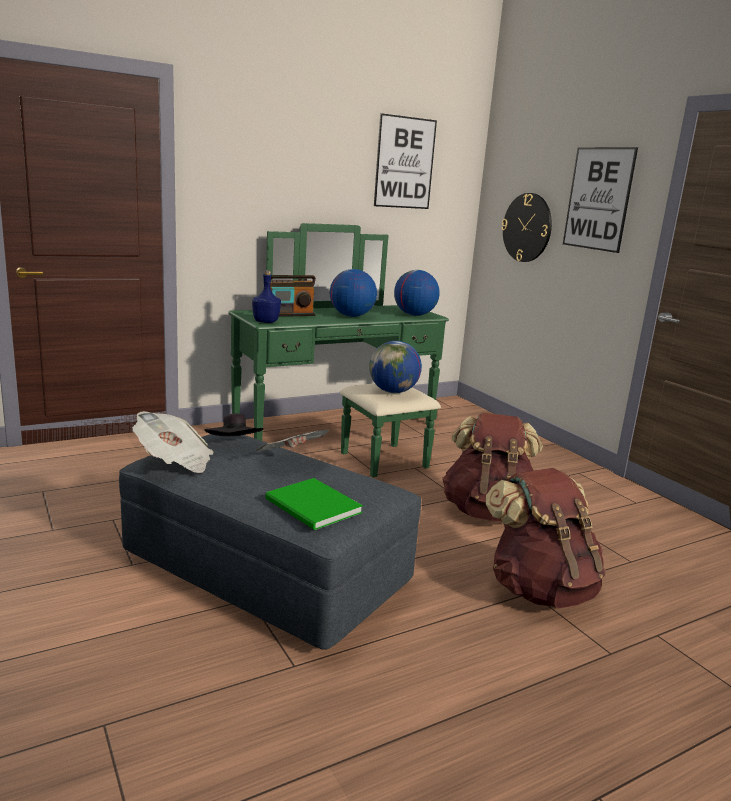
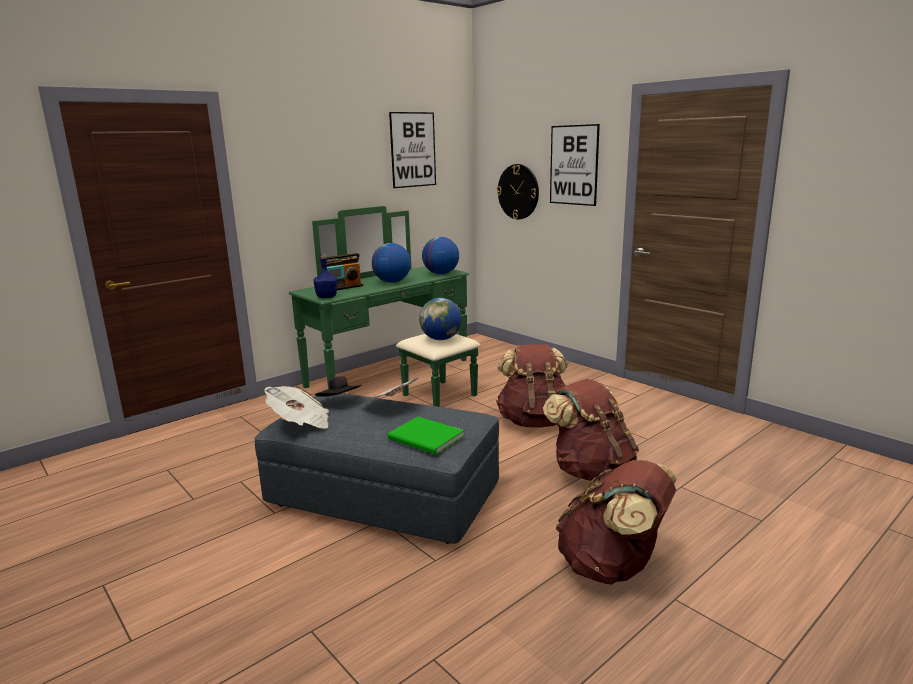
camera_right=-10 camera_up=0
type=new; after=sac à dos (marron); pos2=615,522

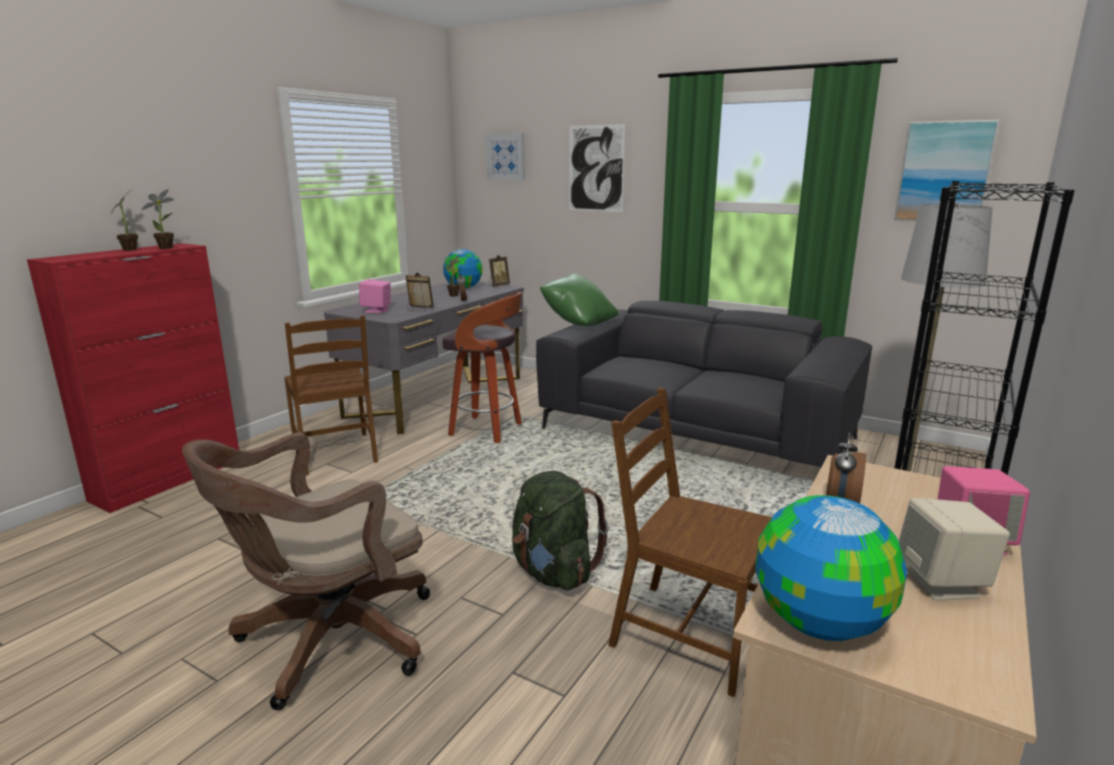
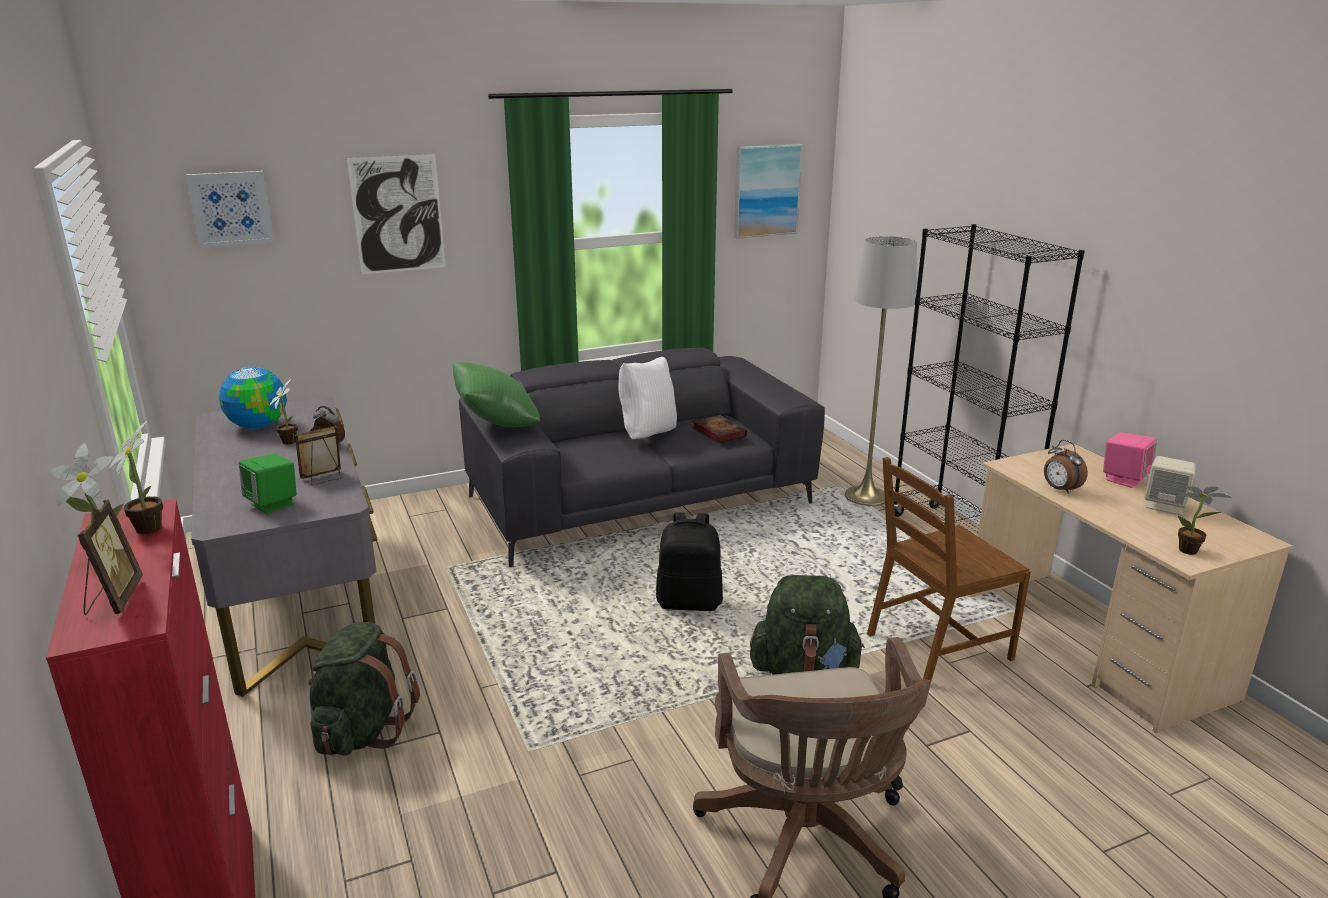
camera_right=-55 camera_up=5
type=shifted; before=cadre photo; pos1=499,271; pos2=110,557
type=repainted; before=enceinte (rose); after=enceinte (vert); pos1=374,296; pos2=268,484
type=swapped; before=chaise (marron); after=sac à dos (vert); pos1=331,395; pos2=364,689
type=new; after=coussin (blanc); pos2=648,398
type=new; after=sac à dos (noir); pos2=689,561
type=new; after=livre; pos2=719,429
type=swapped; before=globe; after=plante en pot; pos1=831,568; pos2=1204,520
type=gone; before=tabouret; pos1=482,367

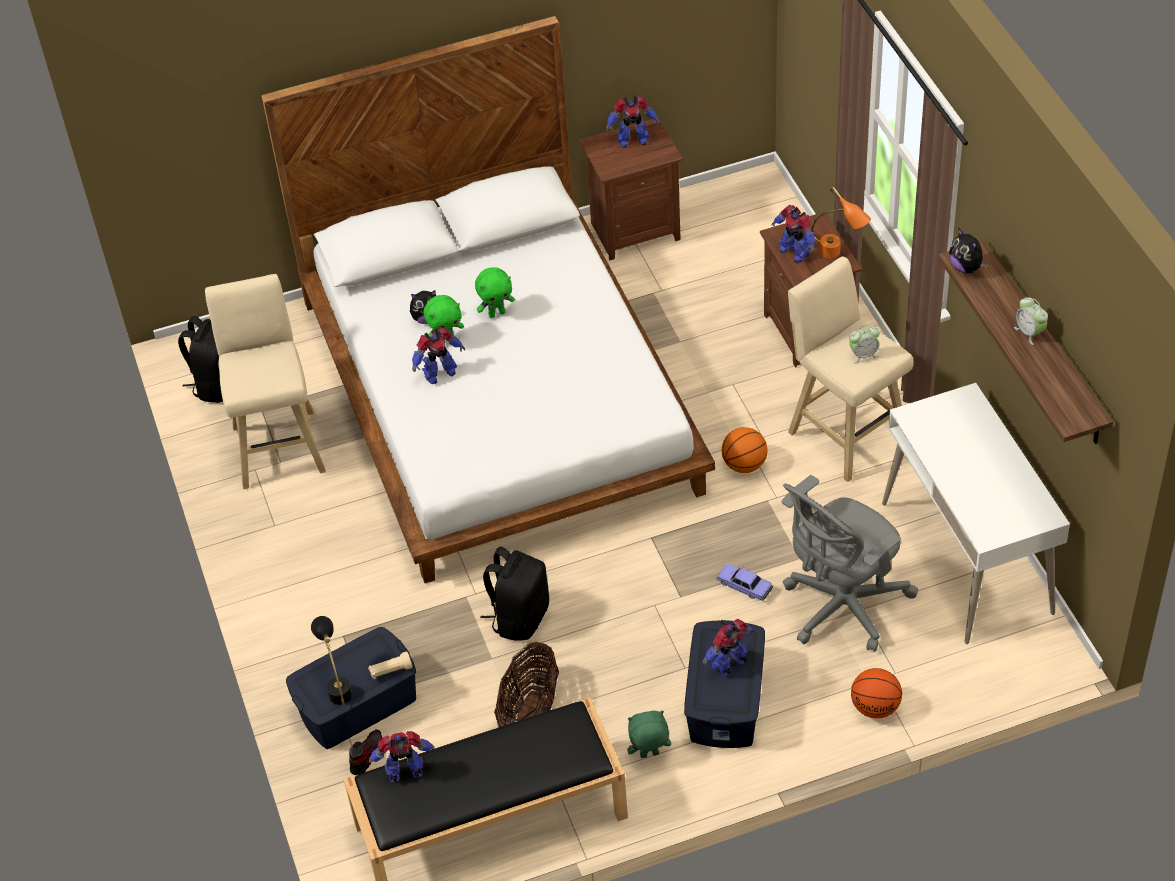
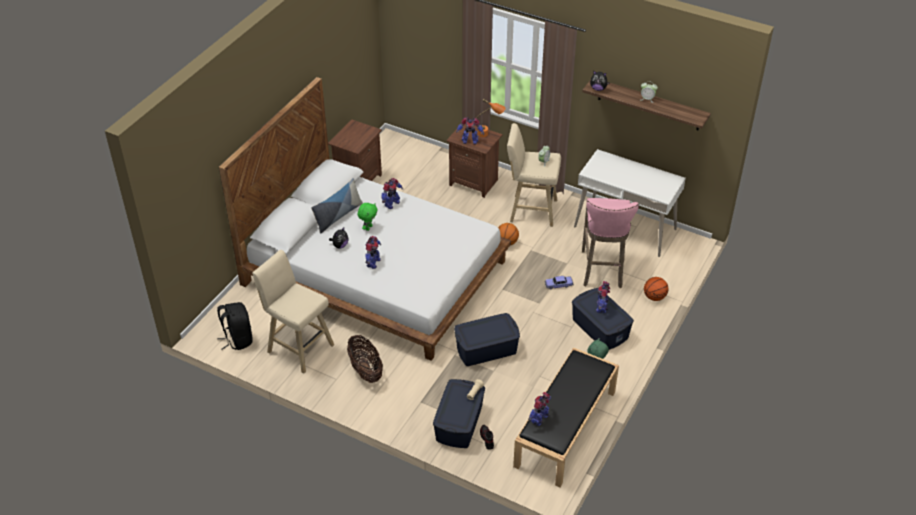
camera_right=-45 camera_up=-5
type=new; after=coussin; pos2=337,205
type=shifted; before=panier; pos1=526,685; pos2=365,359
type=shifted; before=robot jouet; pos1=632,122; pos2=392,193
type=swapped; before=sac à dos (noir); after=boîte de rangement (bleu); pos1=514,594; pos2=487,339
type=swapped; before=chaise de bureau (gris); after=tabouret (rose); pos1=850,563; pos2=610,243
type=gone; before=lampe de table (noir); pos1=331,661
type=gone; before=peluche (vert); pos1=443,318

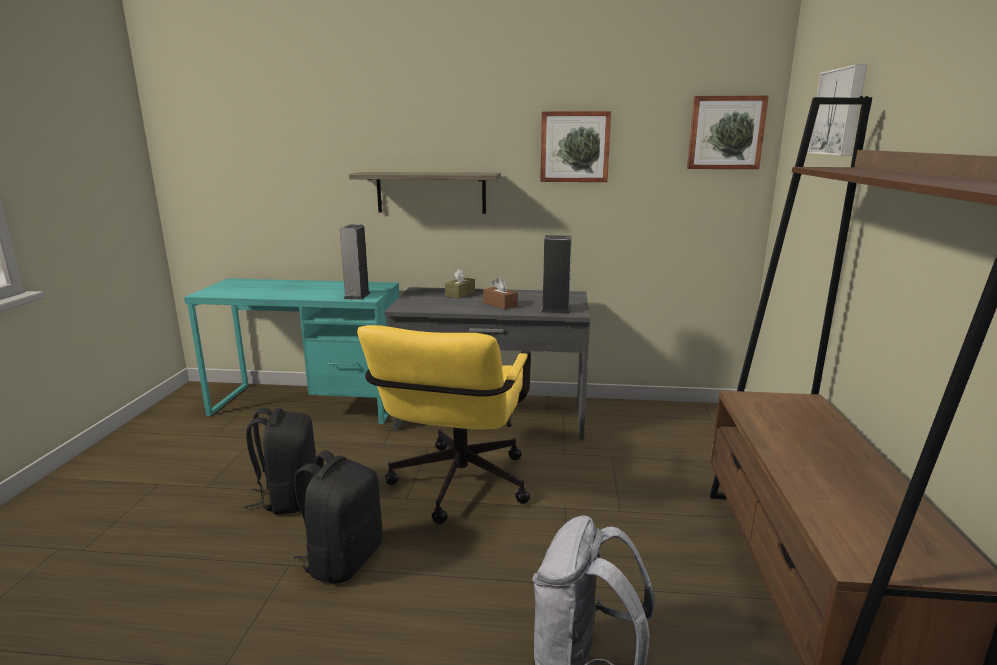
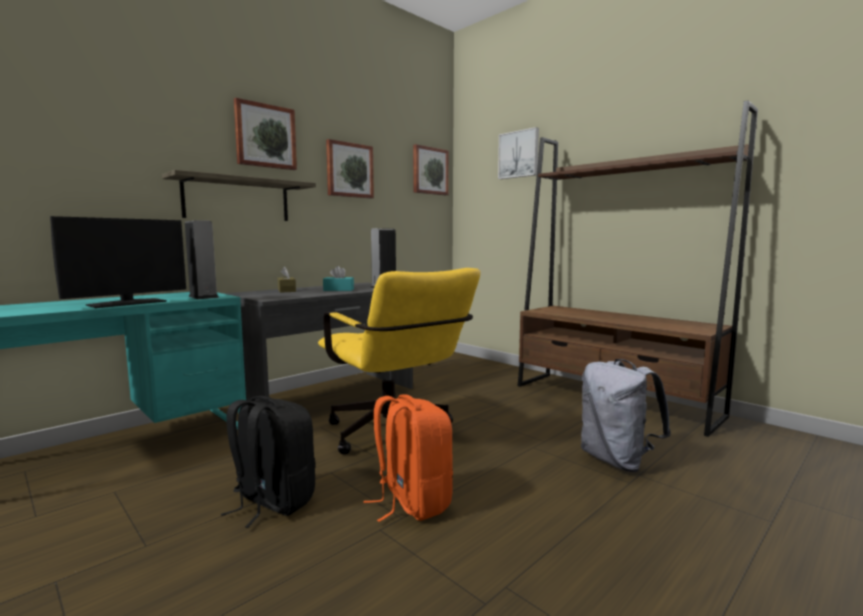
camera_right=-50 camera_up=-10
type=new; after=écran d'ordinateur; pos2=118,262
type=new; after=tableau; pos2=265,134
type=repainted; before=boîte à mouchoirs (marron); after=boîte à mouchoirs (turquoise); pos1=500,293; pos2=338,278
type=repainted; before=sac à dos (noir); after=sac à dos (orange); pos1=337,516; pos2=408,458

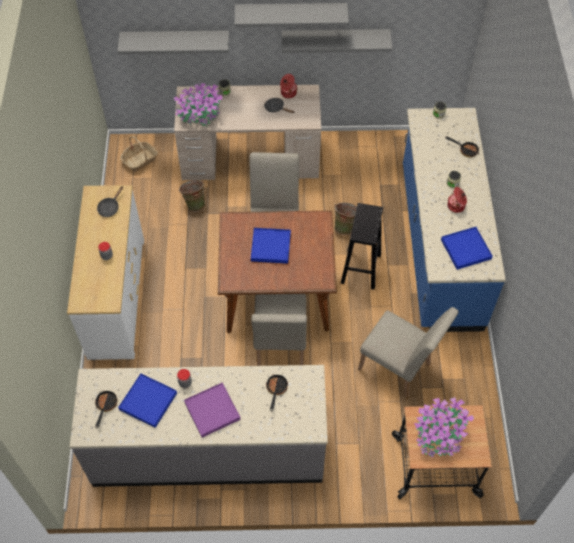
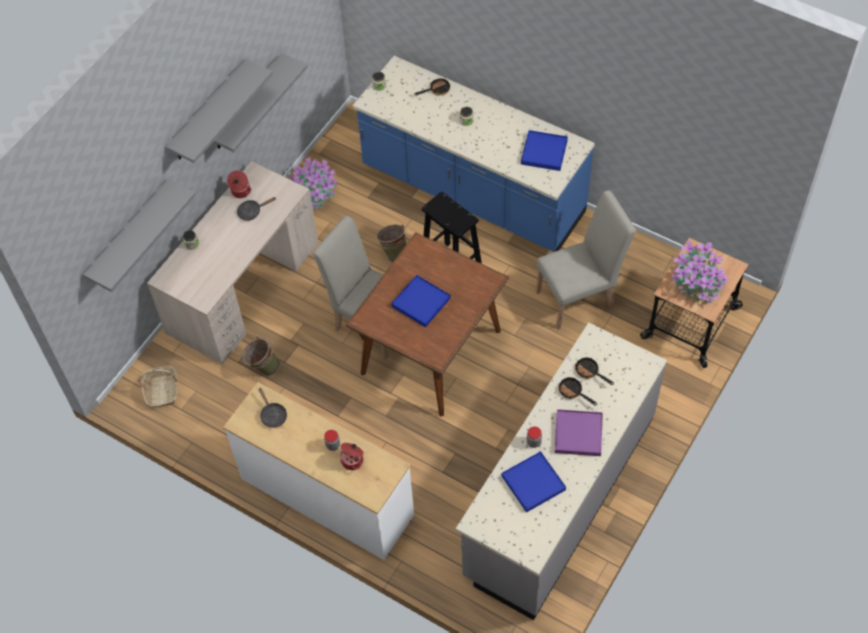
camera_right=-55 camera_up=0
type=shifted; before=plante en pot; pos1=198,105; pos2=313,183
type=shifted; before=marmite; pos1=457,200; pos2=352,456
type=shifted; before=poêle; pos1=106,408; pos2=577,391
type=gone; before=chaise (beige); pos1=279,330

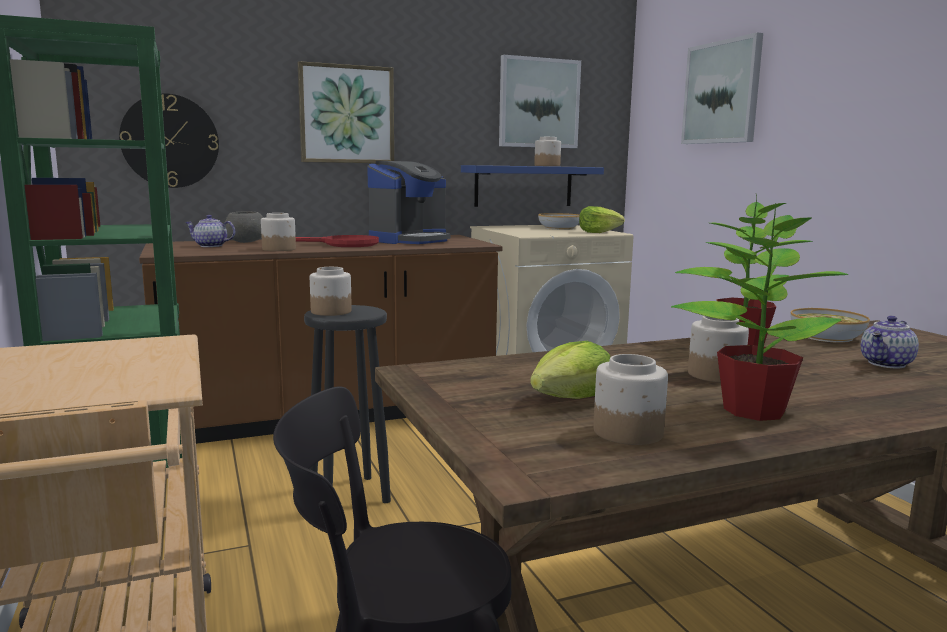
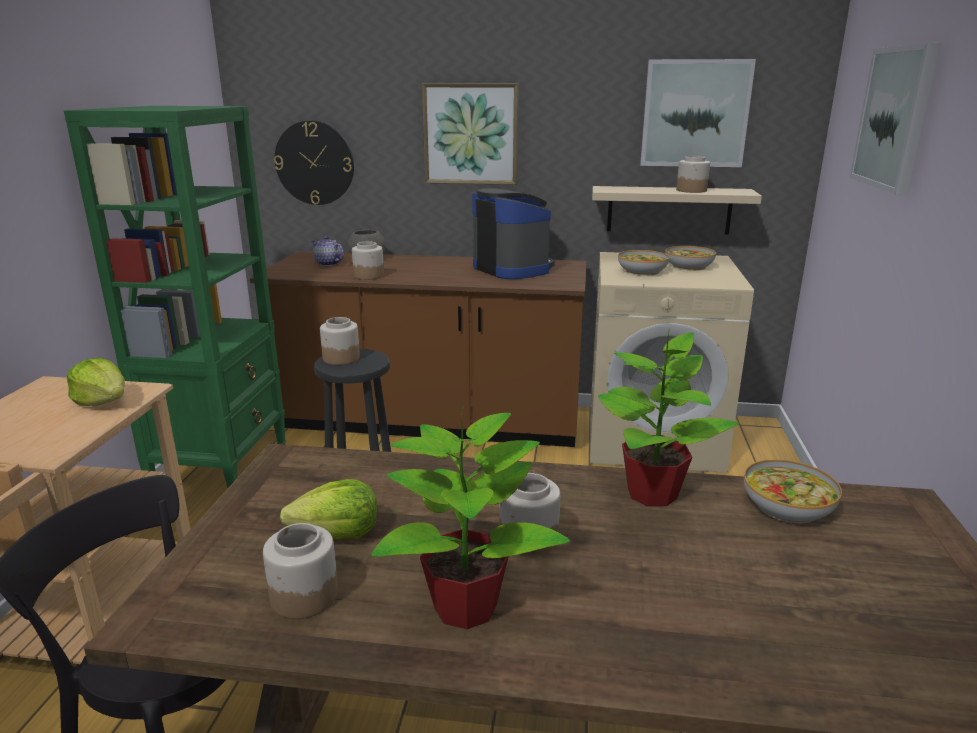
camera_right=30 camera_up=10
type=shifted; before=laitue; pos1=602,219; pos2=96,382
type=rotated; before=machine à café; pos1=408,202; pos2=513,233; turn=-105
type=repainted; before=étagère (bleu); after=étagère (beige); pos1=532,186; pos2=677,210
type=new; after=bol; pos2=644,263
type=gone; before=poêle (rouge); pos1=337,241
type=gone; before=théière; pos1=890,342

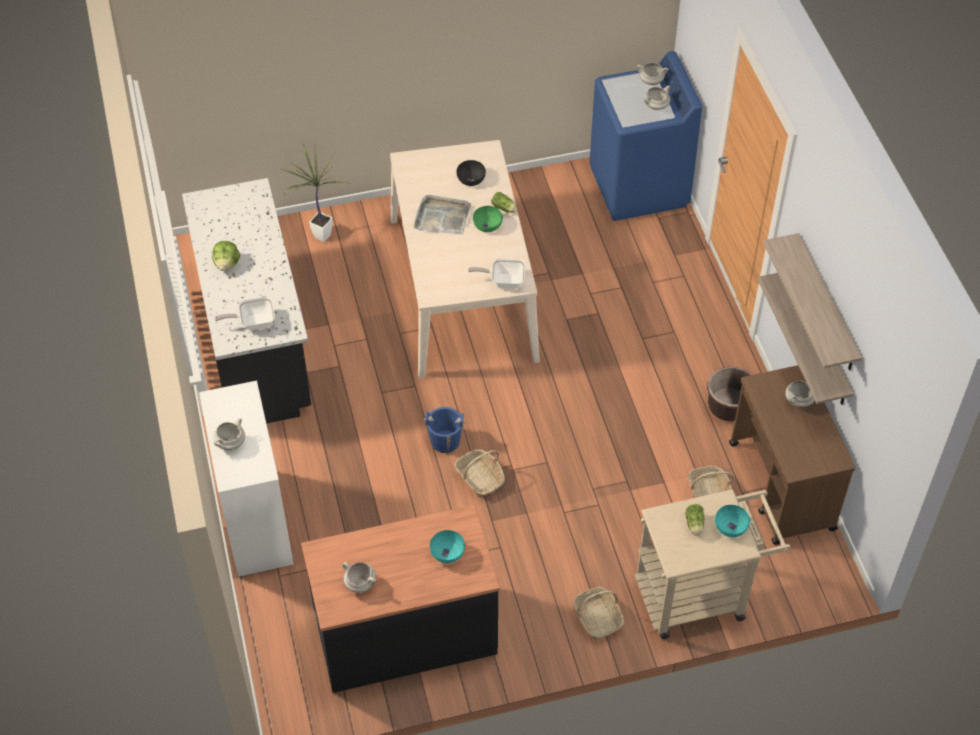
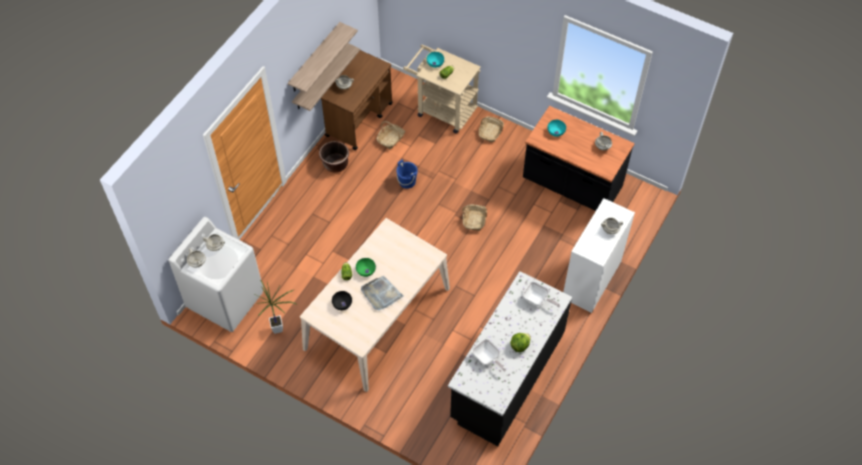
camera_right=-135 camera_up=5
type=repainted; before=lave-linge (bleu); after=lave-linge (blanc); pos1=645,136; pos2=215,274
type=shifted; before=plante en pot; pos1=315,192; pos2=275,307
type=shifted; before=seau (bleu); pos1=444,430; pos2=407,174
type=shifted; before=poêle; pos1=496,273; pos2=489,355

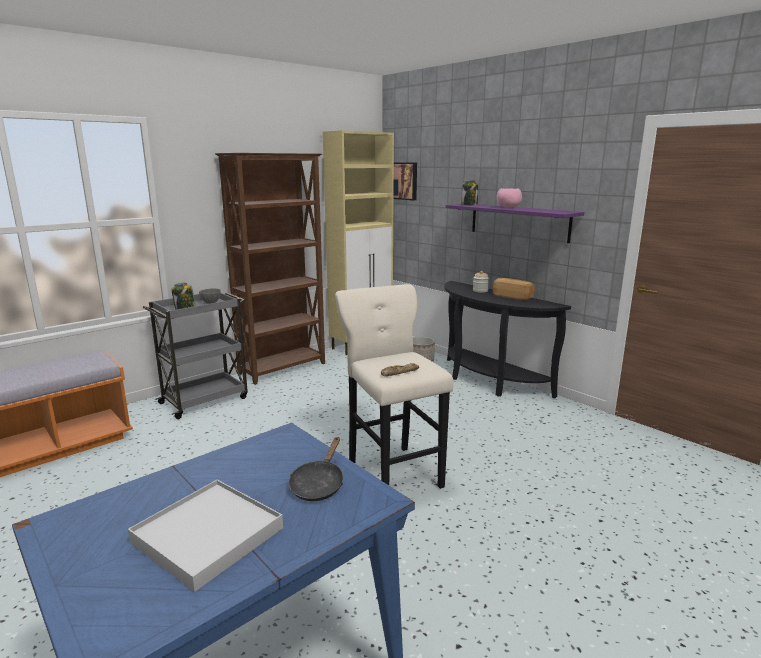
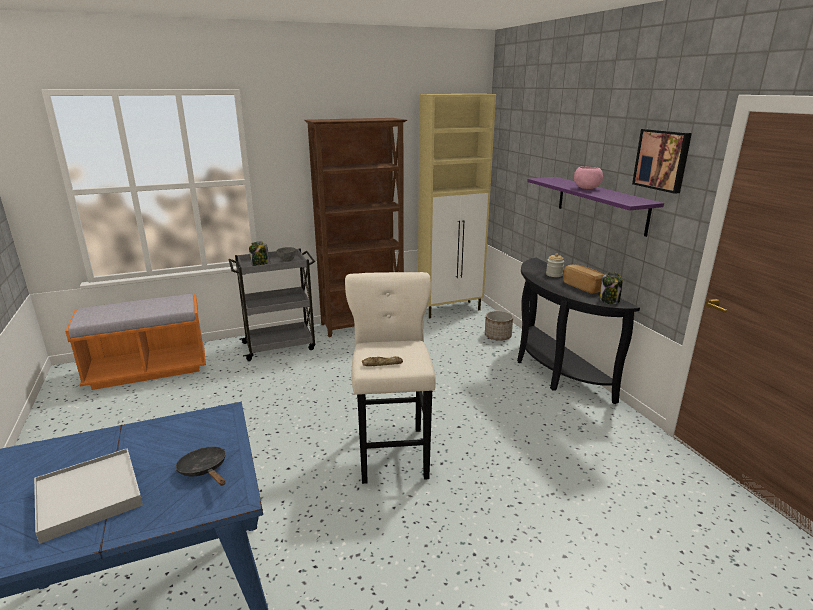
camera_right=20 camera_up=5
type=rotated; before=poêle (noir); pos1=315,469; pos2=201,466; turn=105
type=shifted; before=bocal; pos1=469,192; pos2=611,288
type=shifted; before=tableau; pos1=405,181; pos2=662,161

